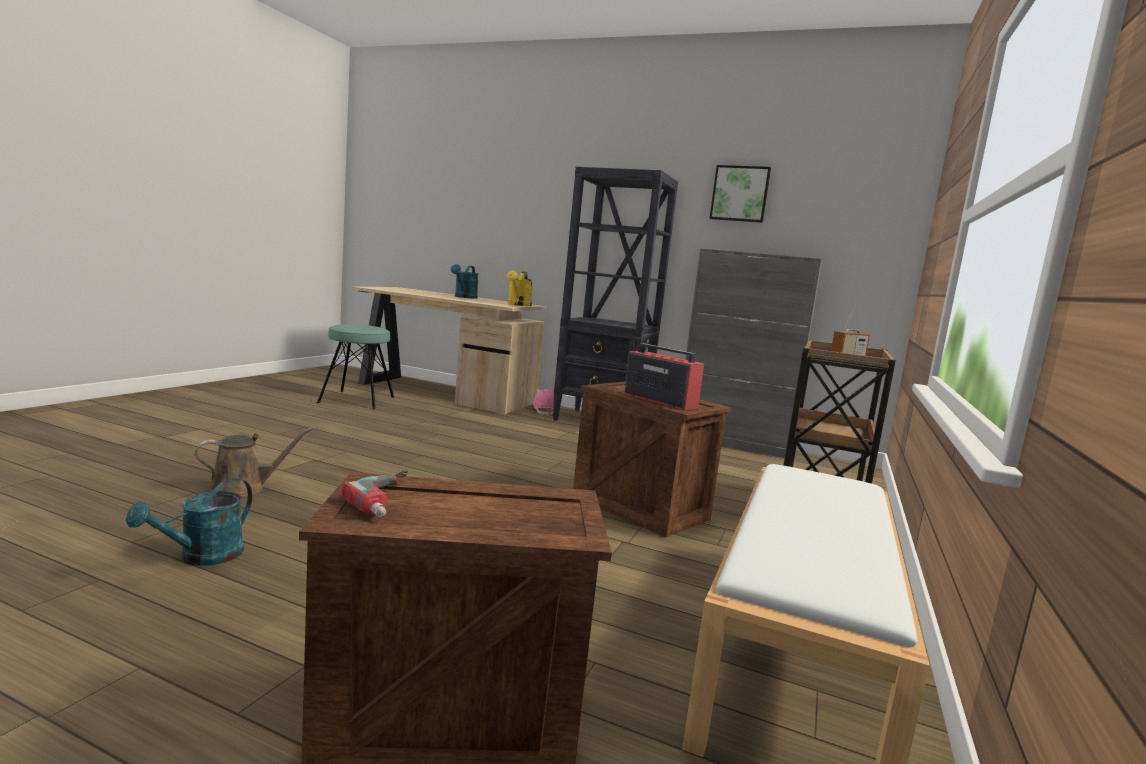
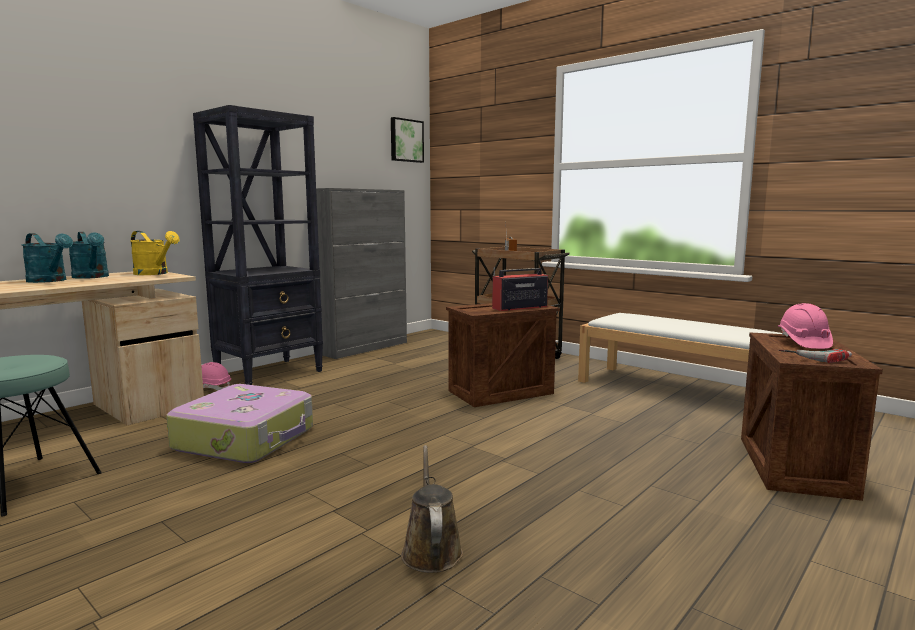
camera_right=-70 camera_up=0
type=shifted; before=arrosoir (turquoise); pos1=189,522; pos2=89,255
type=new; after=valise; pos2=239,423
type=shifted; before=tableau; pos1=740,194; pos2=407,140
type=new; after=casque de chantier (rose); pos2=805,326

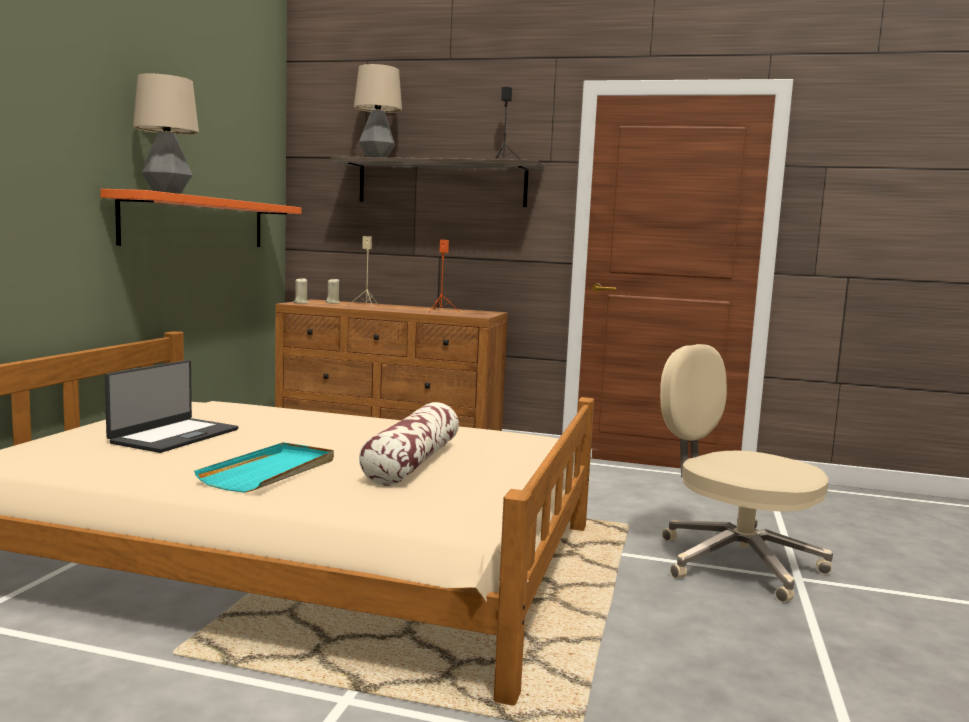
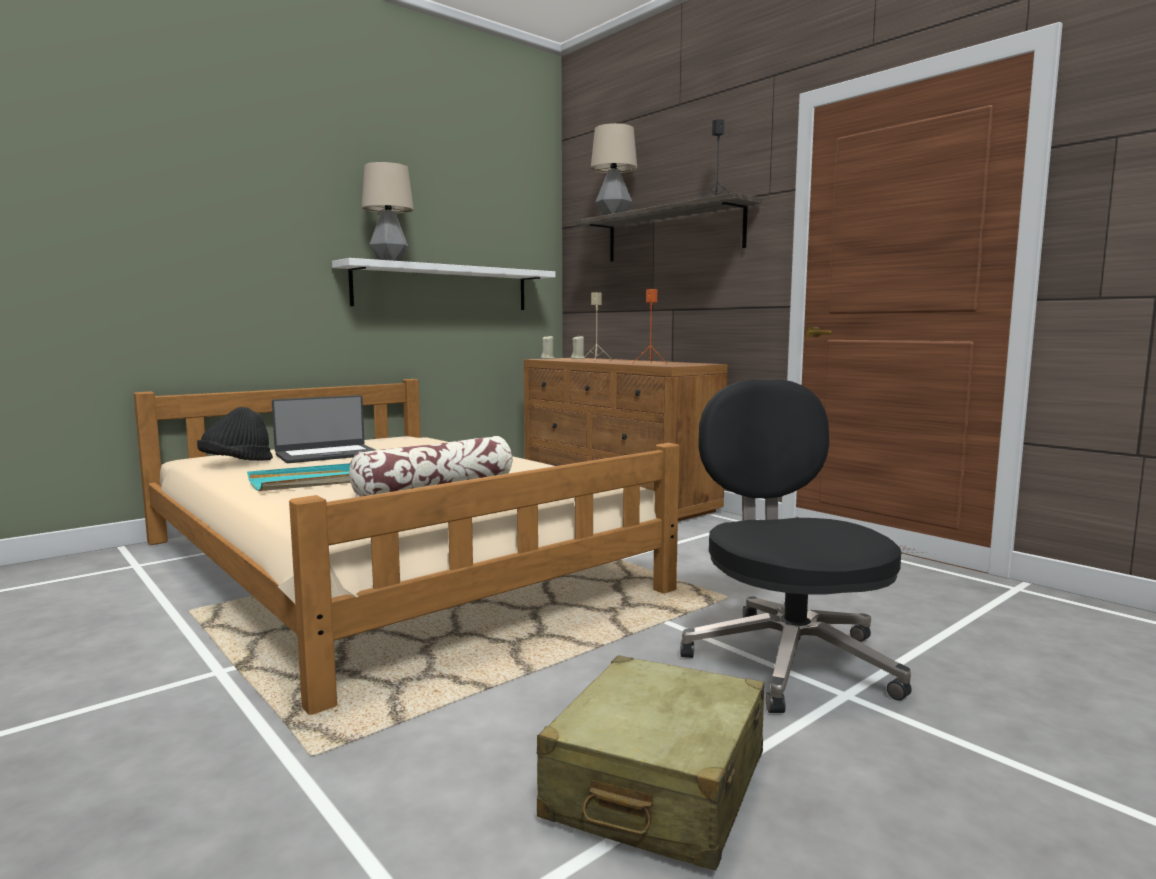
camera_right=35 camera_up=0
type=new; after=chapeau (noir); pos2=235,434
type=repainted; before=étagère (orange); after=étagère (blanc); pos1=200,218; pos2=443,284
type=new; after=valise (beige); pos2=650,763
type=repainted; before=chaise de bureau (beige); after=chaise de bureau (noir); pos1=746,473; pos2=796,546

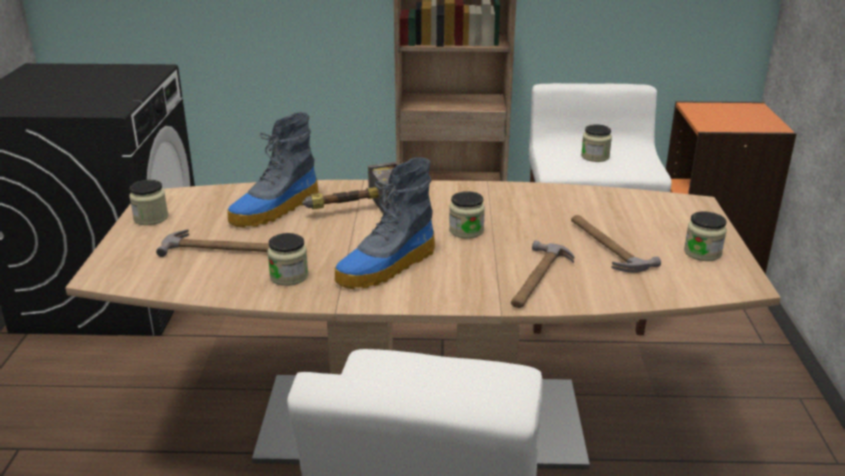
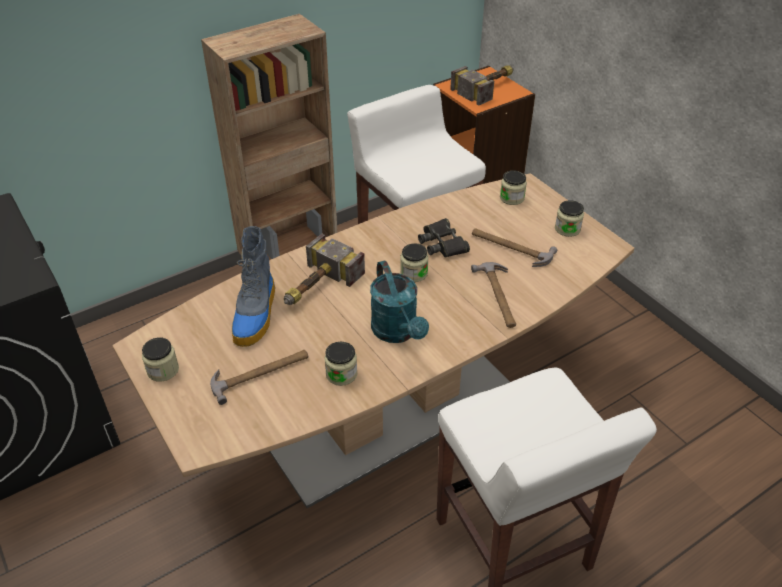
camera_right=-35 camera_up=15
type=swapped; before=botte; after=arrosoir (turquoise); pos1=385,223; pos2=399,302
type=new; after=jumelles (noir); pos2=444,238
type=new; after=marteau; pos2=482,85
type=shifted; before=bocal; pos1=596,143; pos2=513,188

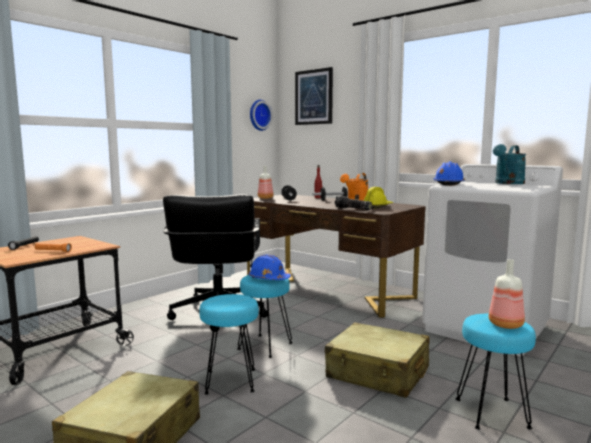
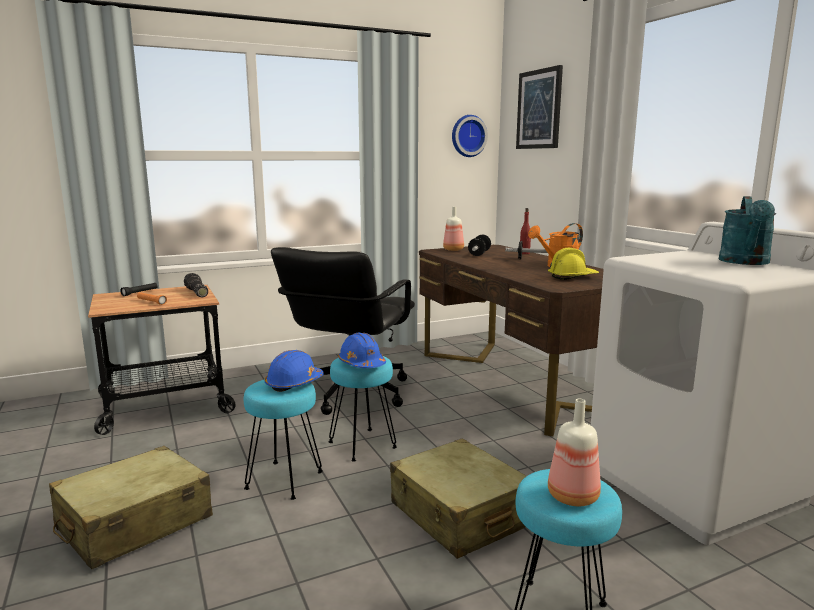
camera_right=25 camera_up=5
type=shifted; before=lampe de poche; pos1=353,203; pos2=196,285
type=shifted; before=casque de chantier (bleu); pos1=449,173; pos2=294,371
type=rotated; before=arrosoir (turquoise); pos1=509,164; pos2=747,230; turn=-45

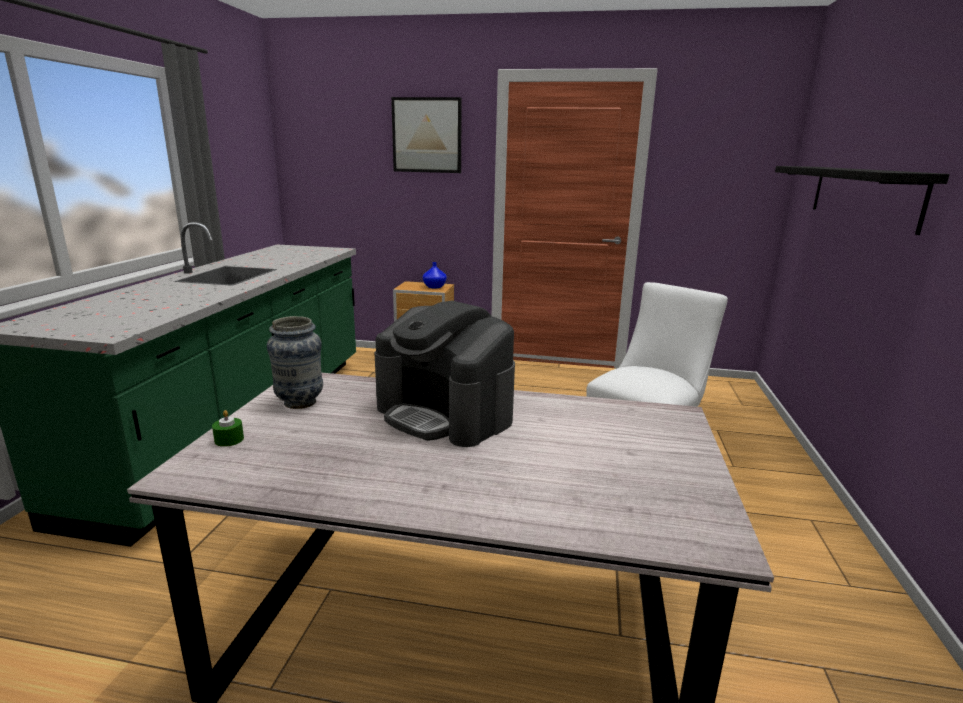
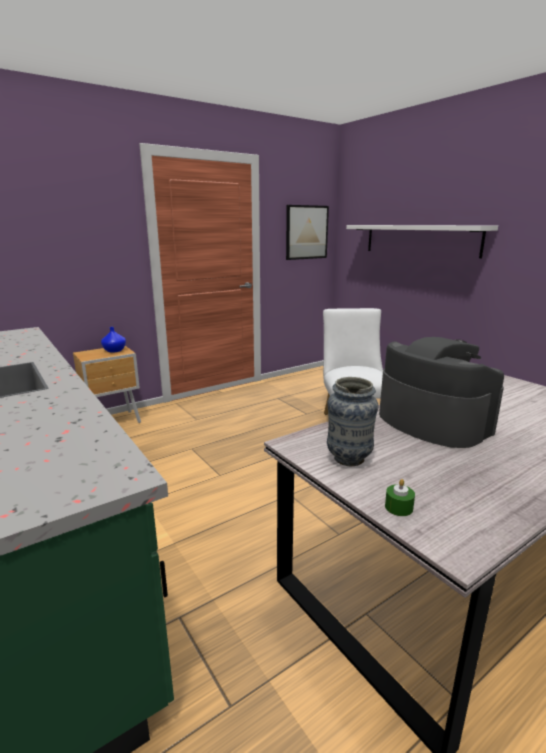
camera_right=-45 camera_up=0
type=shifted; before=tableau; pos1=426,135; pos2=307,232
type=repainted; before=étagère (noir); after=étagère (blanc); pos1=862,200; pos2=422,241
type=rotated; before=machine à café; pos1=444,374; pos2=441,392; turn=-120

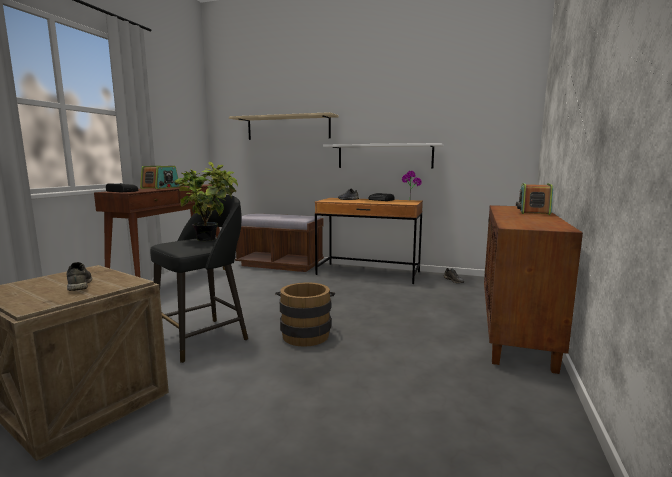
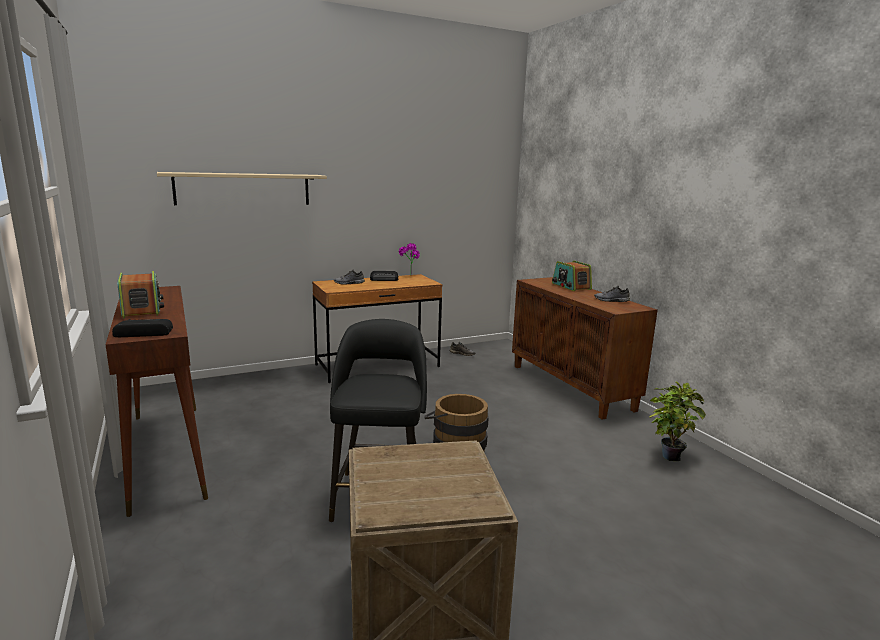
camera_right=-45 camera_up=5
type=shifted; before=chaussure (gris); pos1=79,276; pos2=612,294
type=shifted; before=plante en pot; pos1=206,201; pos2=678,421
type=gone; before=banc (marron); pos1=279,243
type=gone; before=étagère (blanc); pos1=383,155

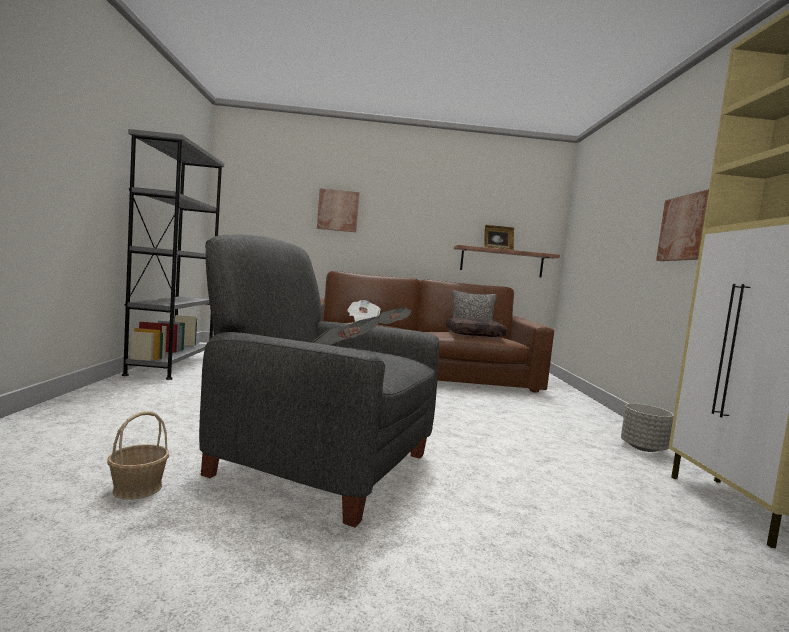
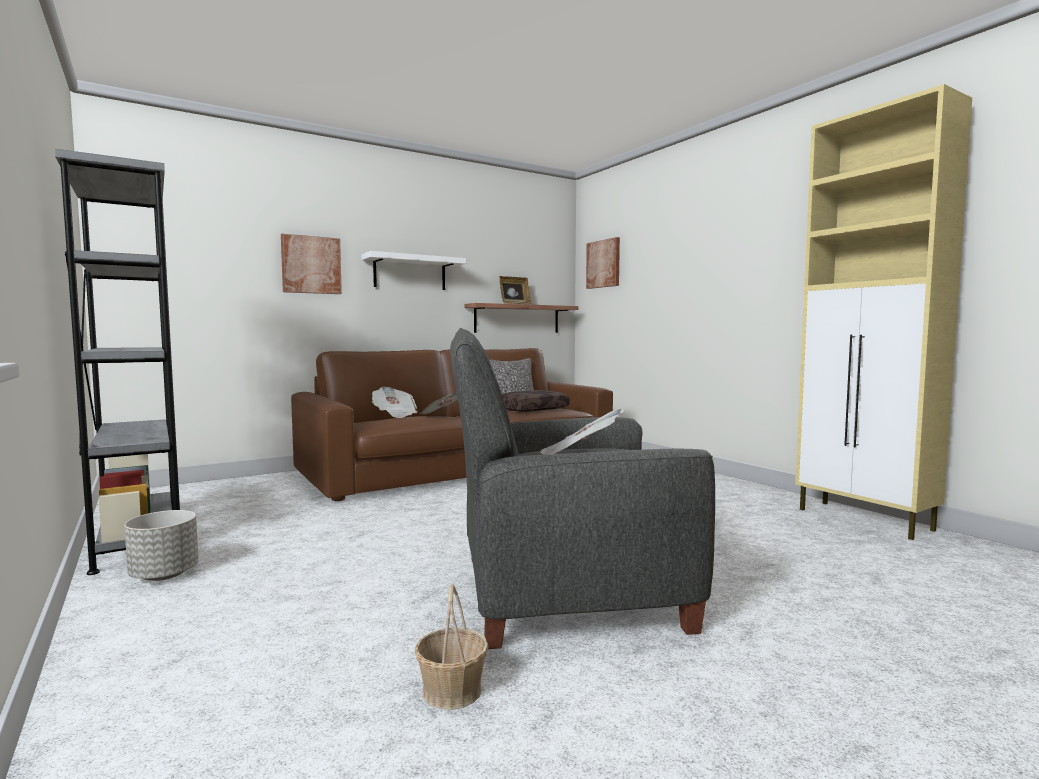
camera_right=-30 camera_up=0
type=shifted; before=cache-pot (gris); pos1=647,427; pos2=161,545
type=new; after=étagère (blanc); pos2=413,270
type=shifted; before=tableau; pos1=682,225; pos2=603,263

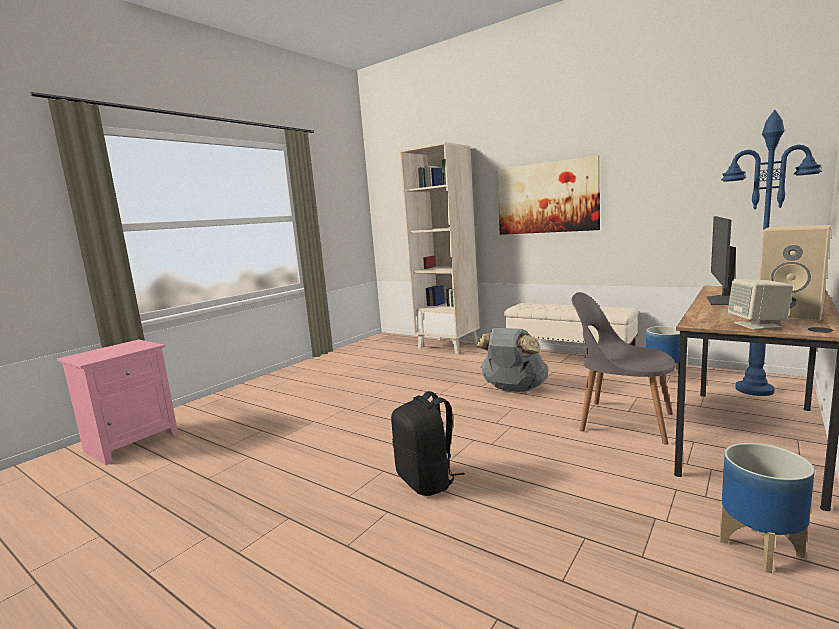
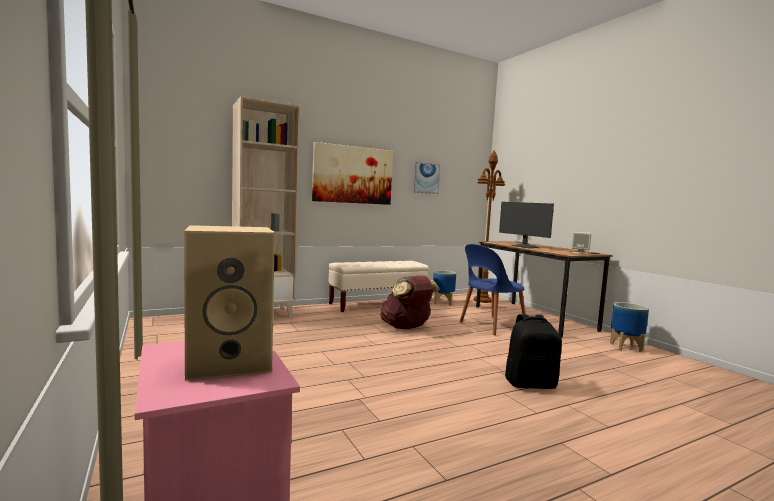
camera_right=-65 camera_up=-5
type=shifted; before=enceinte (beige); pos1=795,273; pos2=229,303
type=repainted; before=sac à dos (gris); after=sac à dos (marron); pos1=512,360; pos2=410,302
type=new; after=tableau; pos2=426,178
type=repainted; before=chaise (gris); after=chaise (bleu); pos1=623,368; pos2=493,289
type=repainted; before=lampadaire (bleu); after=lampadaire (marron); pos1=771,253; pos2=489,227

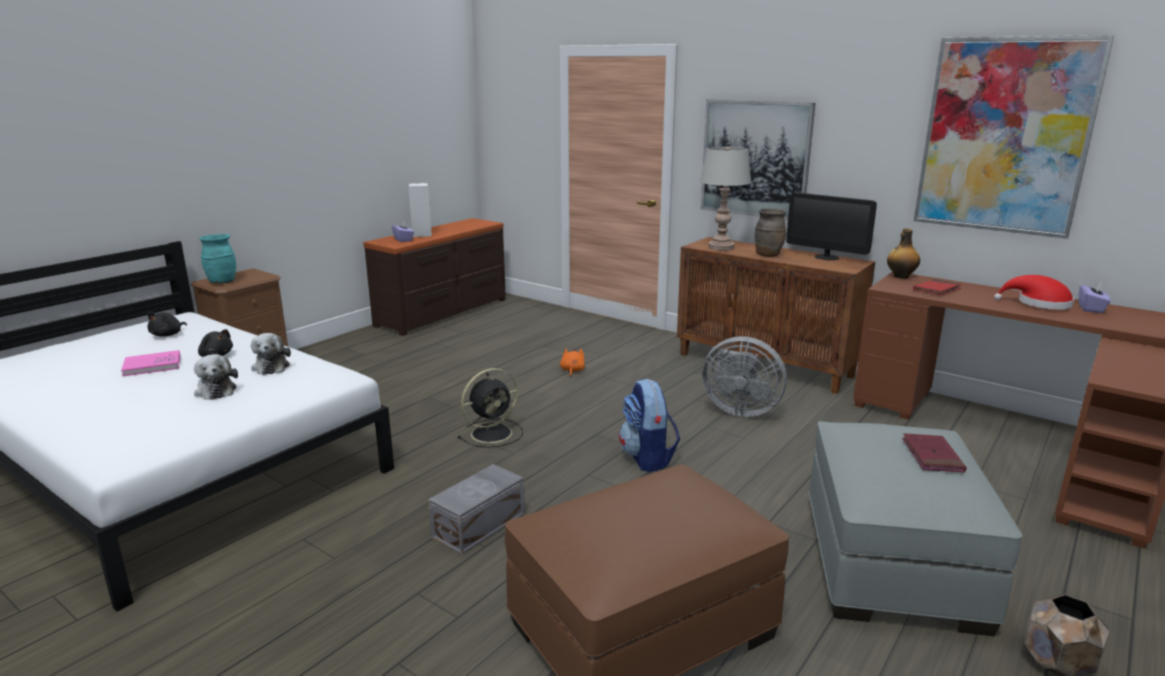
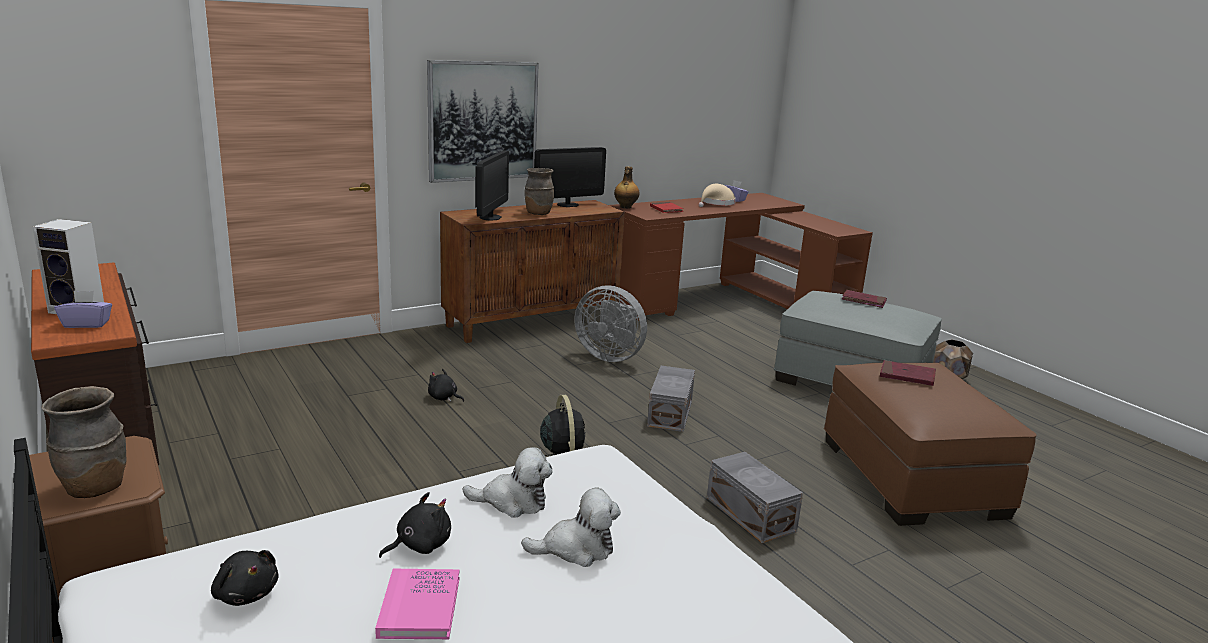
camera_right=-70 camera_up=0
type=repainted; before=vase (turquoise); after=vase (marron); pos1=217,259; pos2=84,442
type=repainted; before=peluche (orange); after=peluche (noir); pos1=572,362; pos2=446,385
type=swapped; before=lampe de table (gris); after=écran d'ordinateur; pos1=725,198; pos2=492,185
type=rotated; before=ventilateur (gris); pos1=744,376; pos2=610,323; turn=75
type=swapped; before=sac à dos; after=boîte de rangement (gris); pos1=649,425; pos2=671,399
type=repainted; before=chapeau (rouge); after=chapeau (beige); pos1=1034,292; pos2=717,195
type=new; after=livre (rouge); pos2=908,373
type=gone; before=tableau; pos1=1014,137

